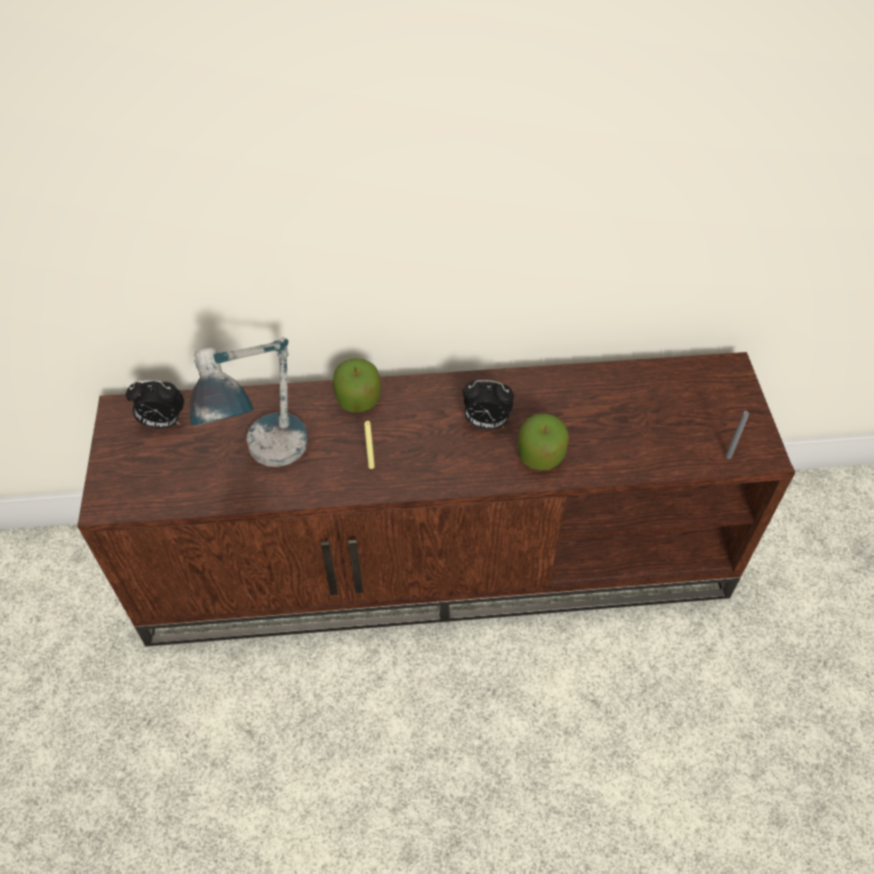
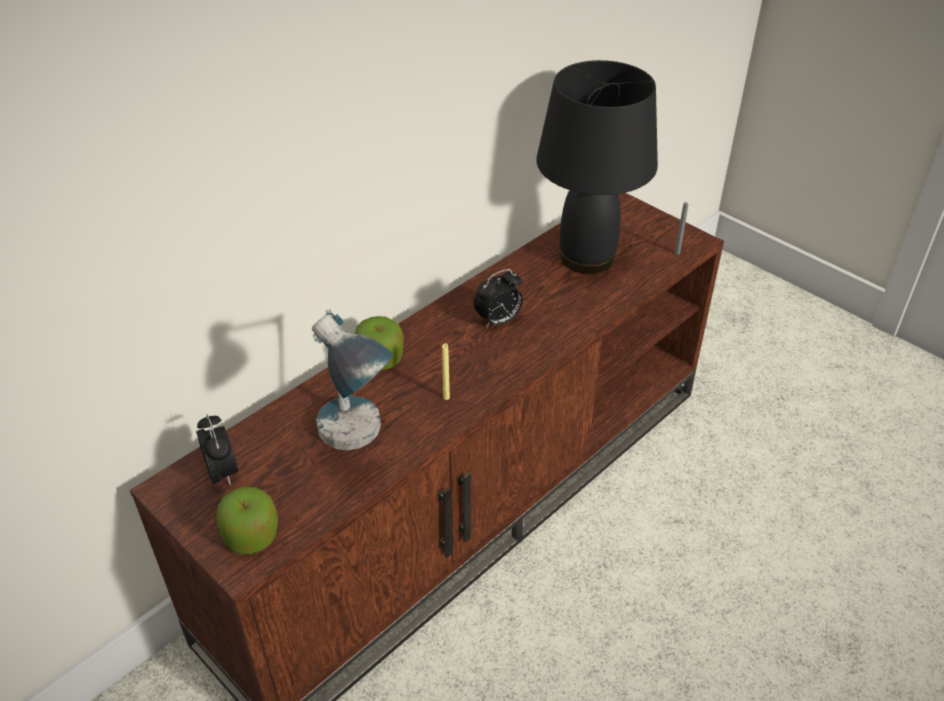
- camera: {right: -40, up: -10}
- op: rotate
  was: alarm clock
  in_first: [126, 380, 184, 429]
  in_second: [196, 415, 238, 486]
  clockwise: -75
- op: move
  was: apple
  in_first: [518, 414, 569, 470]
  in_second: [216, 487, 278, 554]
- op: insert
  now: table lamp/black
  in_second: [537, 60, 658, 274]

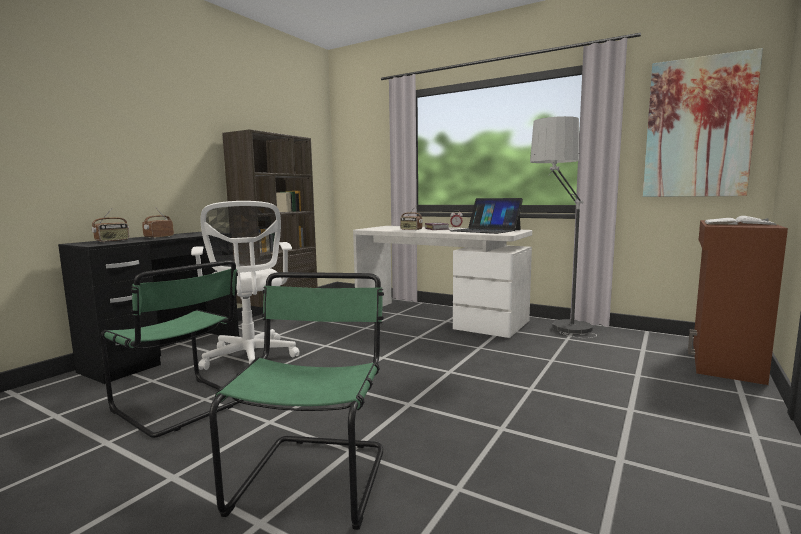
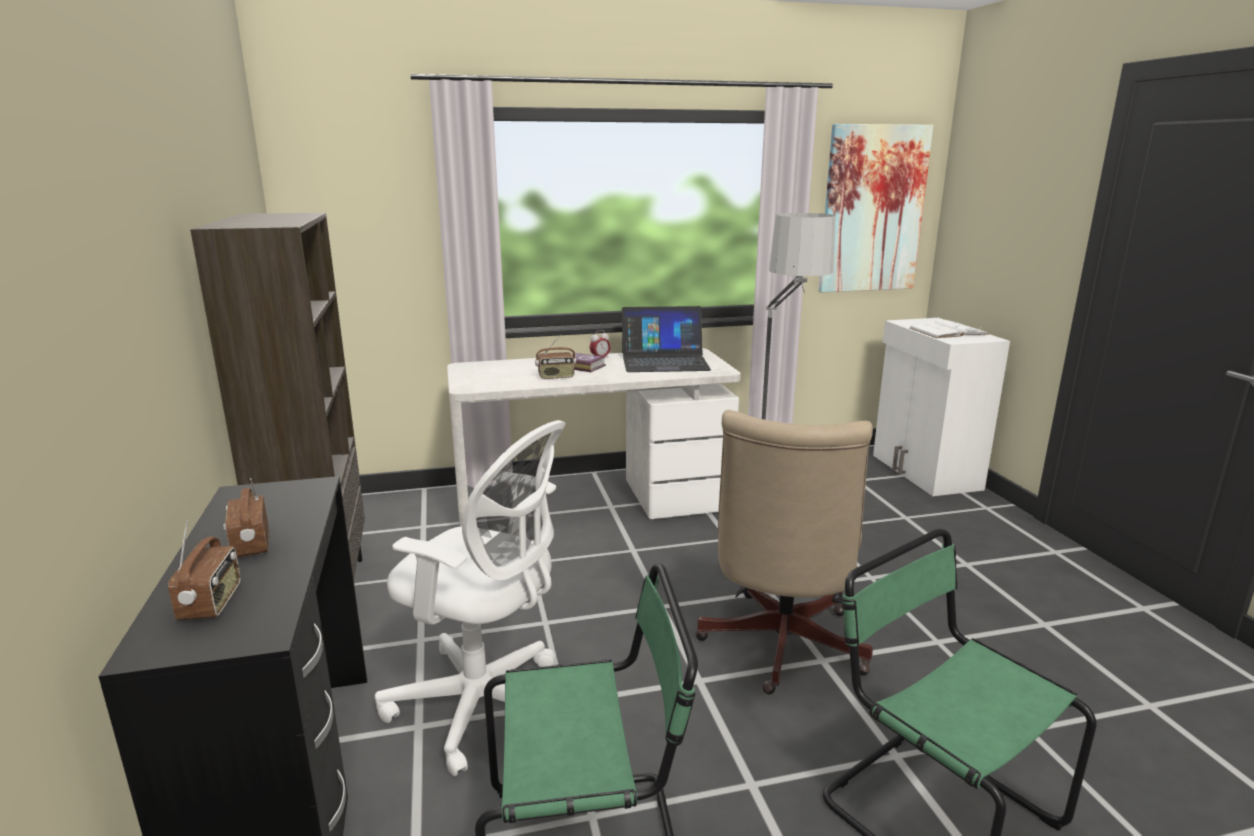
- camera: {right: -45, up: 10}
- op: recolor
  was: cabinet/brown
  now: cabinet/white
  in_first: [688, 220, 788, 385]
  in_second: [873, 318, 1010, 496]
- op: insert
  now: office chair/beige
  in_second: [695, 410, 873, 694]

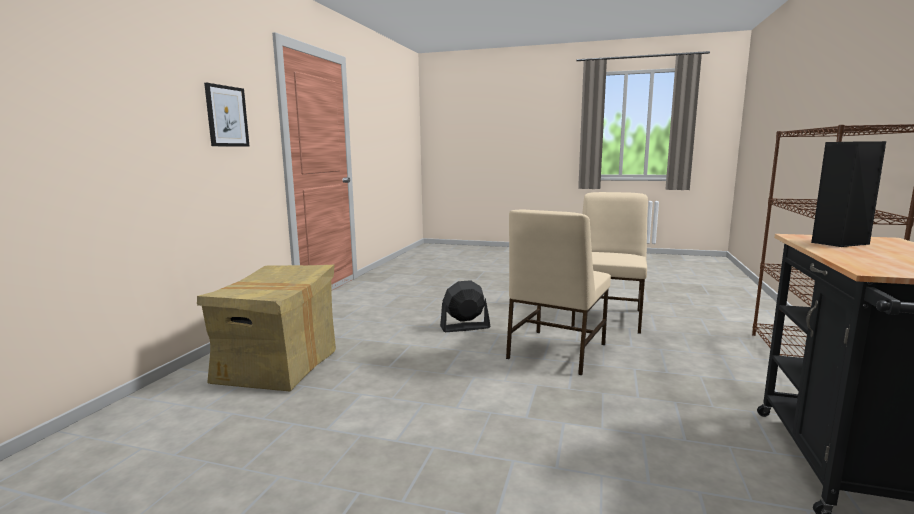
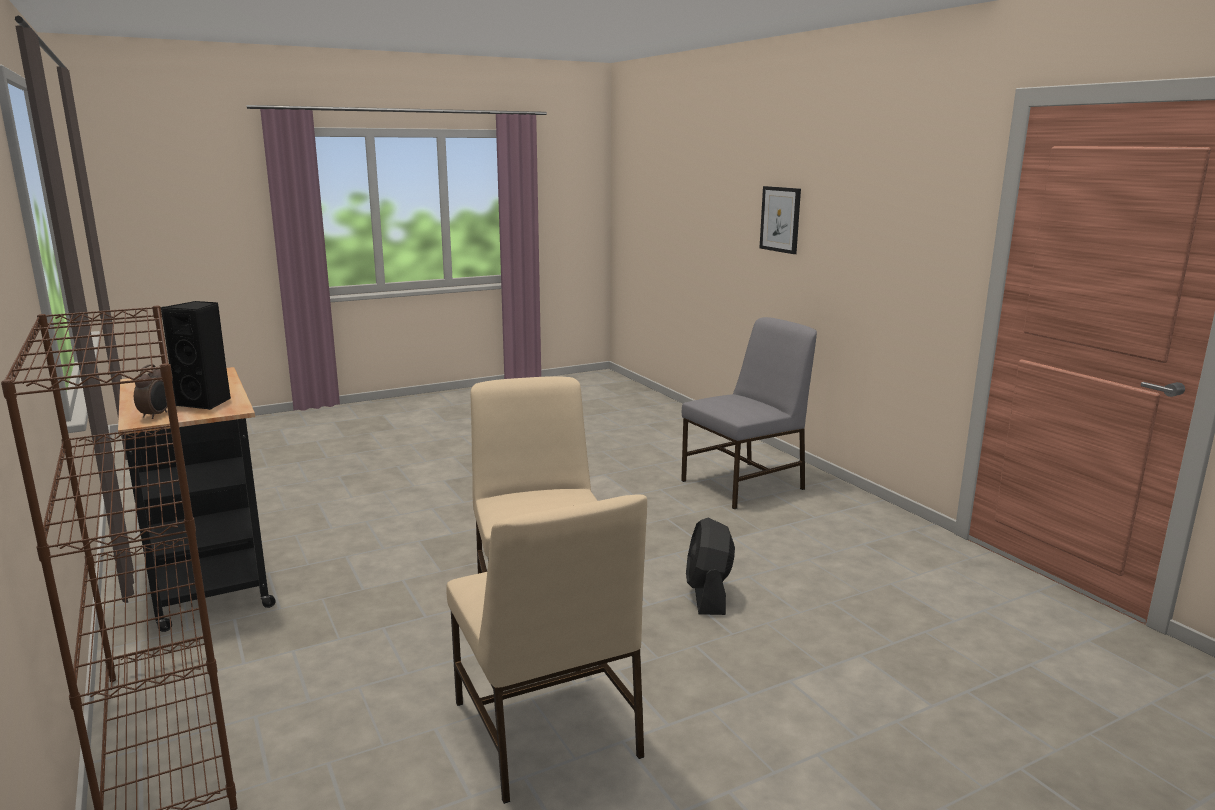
- camera: {right: 135, up: 5}
- op: replace
  was: cardboard box
  now: chair/grey
  in_first: [197, 265, 336, 391]
  in_second: [681, 317, 817, 509]
- op: move
  was: picture
  in_first: [204, 83, 250, 147]
  in_second: [760, 186, 801, 254]
- op: rotate
  was: fan/black
  in_first: [440, 280, 491, 332]
  in_second: [686, 518, 735, 615]
  clockwise: 150
- op: insert
  now: alarm clock
  in_second: [134, 364, 167, 419]

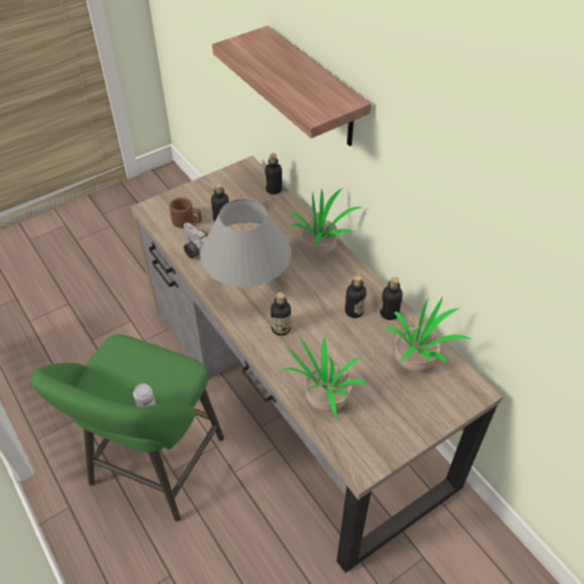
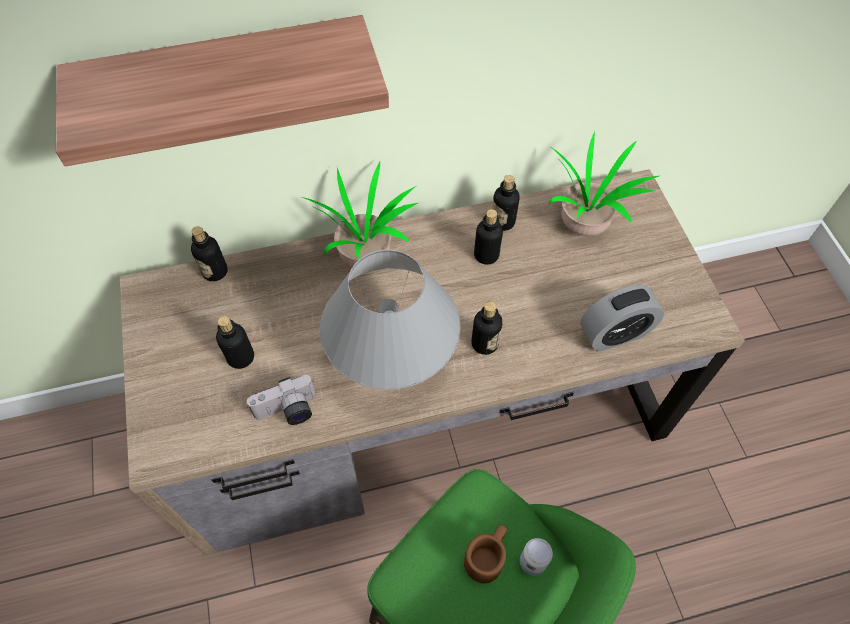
- camera: {right: -70, up: 10}
- op: move
  was: mug/brown
  in_first: [169, 198, 202, 228]
  in_second: [464, 524, 507, 583]
- op: replace
  was: potted plant
  now: alarm clock
  in_first: [280, 336, 368, 421]
  in_second: [580, 285, 664, 351]

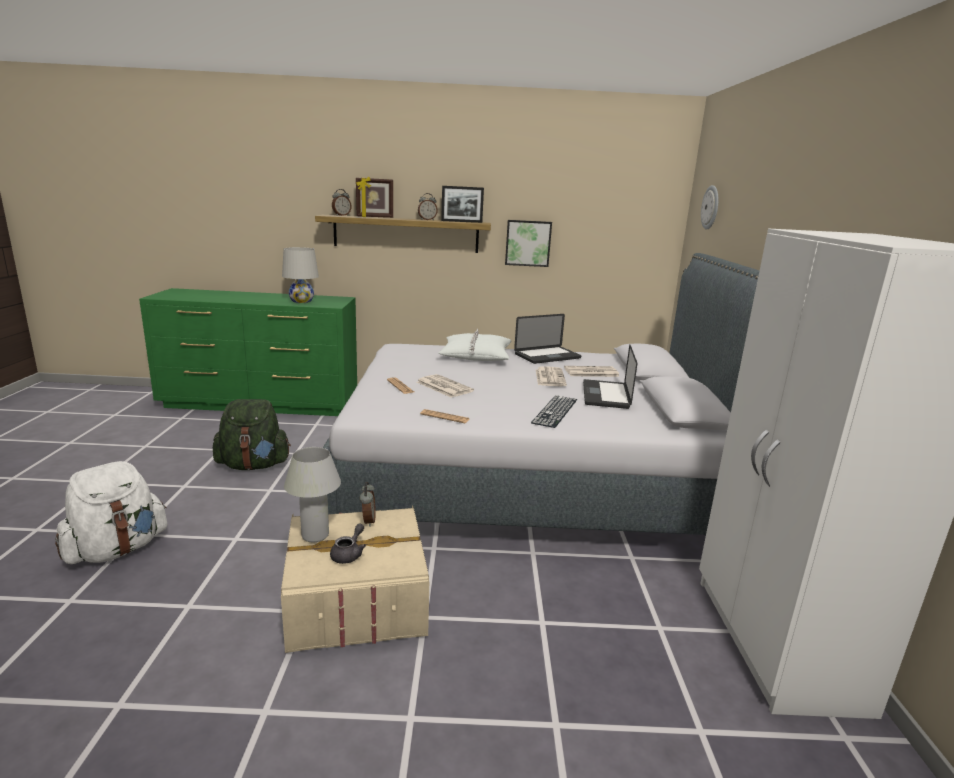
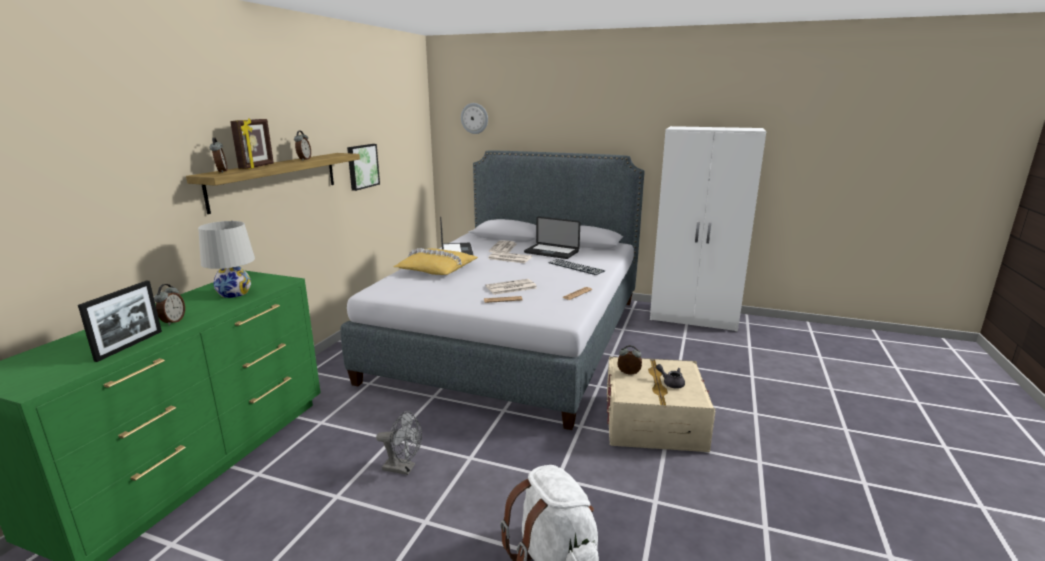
- camera: {right: -70, up: 0}
- op: replace
  was: backpack/green
  now: fan/grey
  in_first: [213, 399, 291, 470]
  in_second: [376, 411, 422, 475]
- op: delete
  was: table lamp/white
  in_first: [284, 447, 341, 542]
- op: recolor
  was: pillow/white
  now: pillow/yellow
  in_first: [438, 329, 511, 361]
  in_second: [394, 248, 478, 275]
- op: move
  was: picture frame
  in_first: [441, 186, 484, 223]
  in_second: [78, 280, 162, 362]
- op: insert
  now: alarm clock
  in_second: [154, 284, 185, 326]

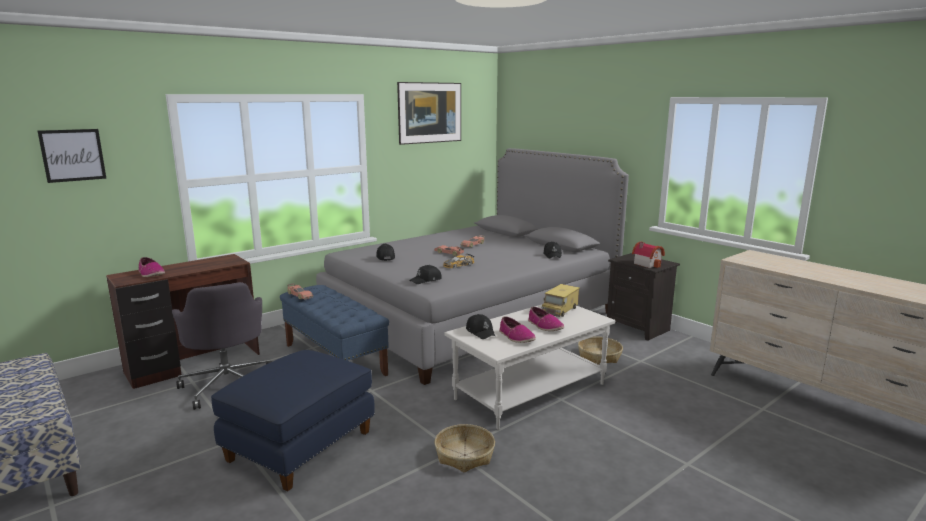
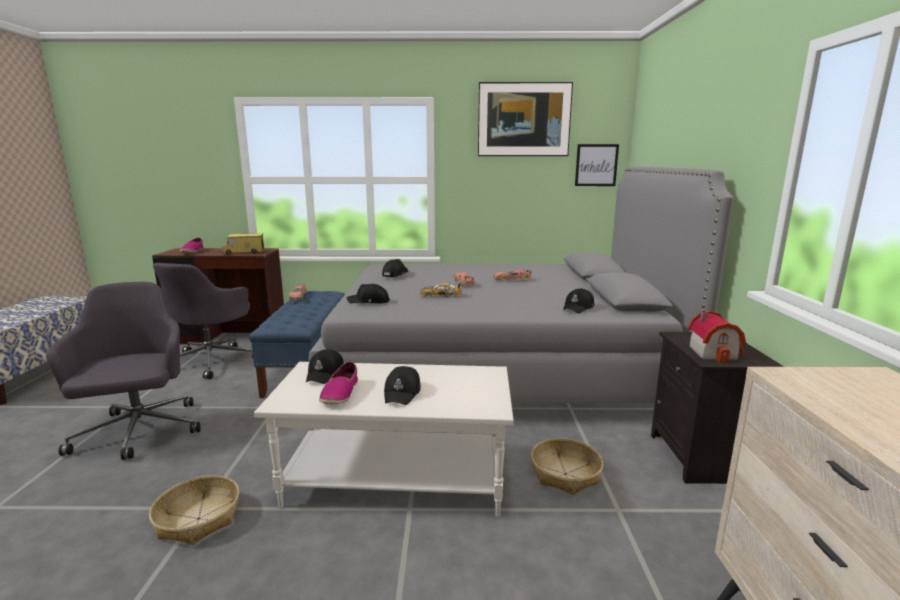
- camera: {right: 40, up: 0}
- op: move
  was: picture
  in_first: [38, 129, 107, 183]
  in_second: [575, 144, 619, 186]
- op: replace
  was: ottoman/blue
  now: office chair/grey
  in_first: [211, 350, 375, 491]
  in_second: [46, 282, 200, 460]
- op: replace
  was: shoe
  now: cap/black
  in_first: [528, 307, 564, 331]
  in_second: [384, 366, 421, 405]
- op: move
  was: toy truck
  in_first: [541, 284, 580, 317]
  in_second: [221, 233, 264, 255]

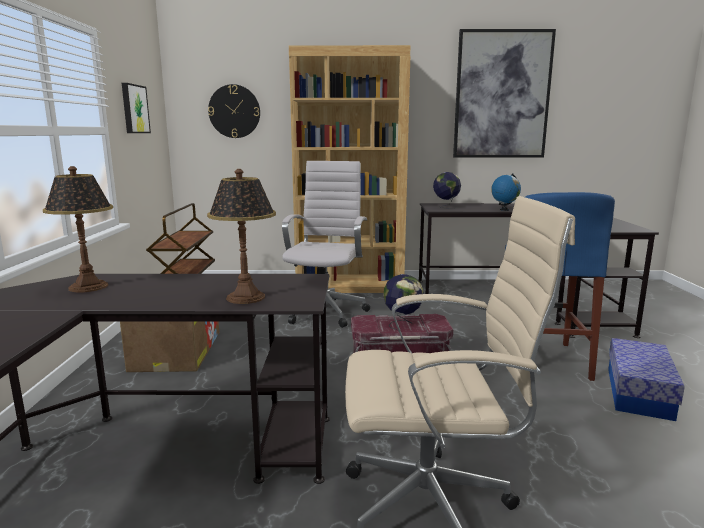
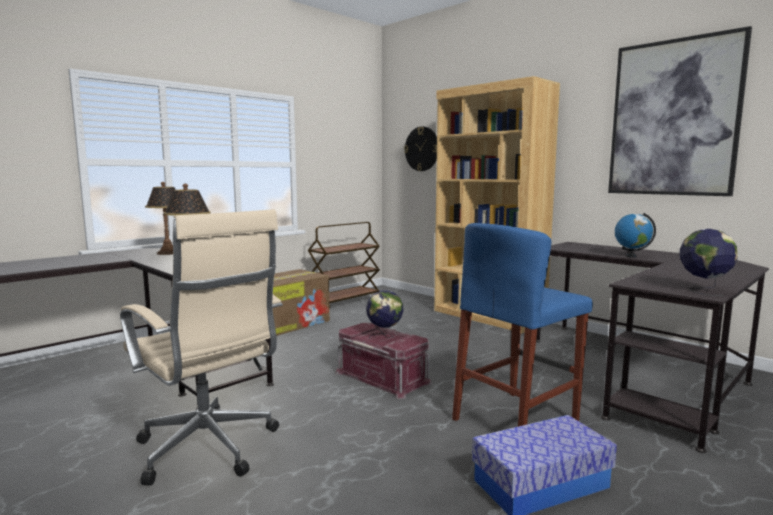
- camera: {right: 45, up: -5}
- op: delete
  was: picture
  in_first: [122, 83, 151, 133]
- op: delete
  was: office chair/white
  in_first: [282, 161, 370, 328]
- op: move
  was: globe
  in_first: [433, 172, 461, 209]
  in_second: [680, 229, 738, 296]

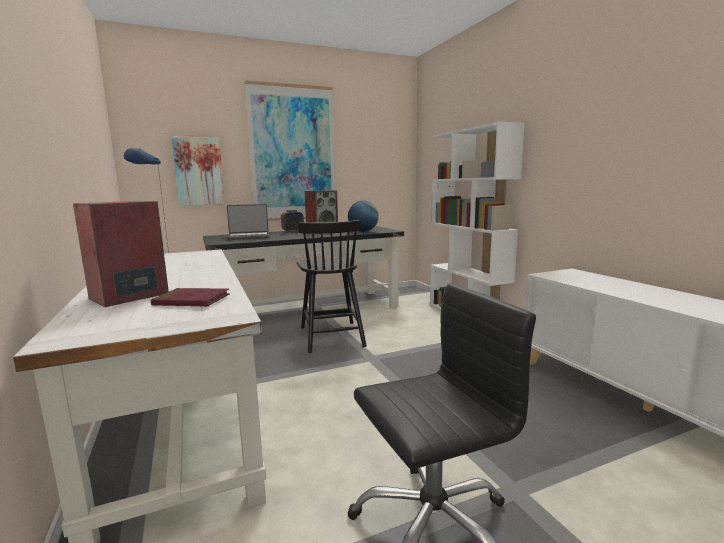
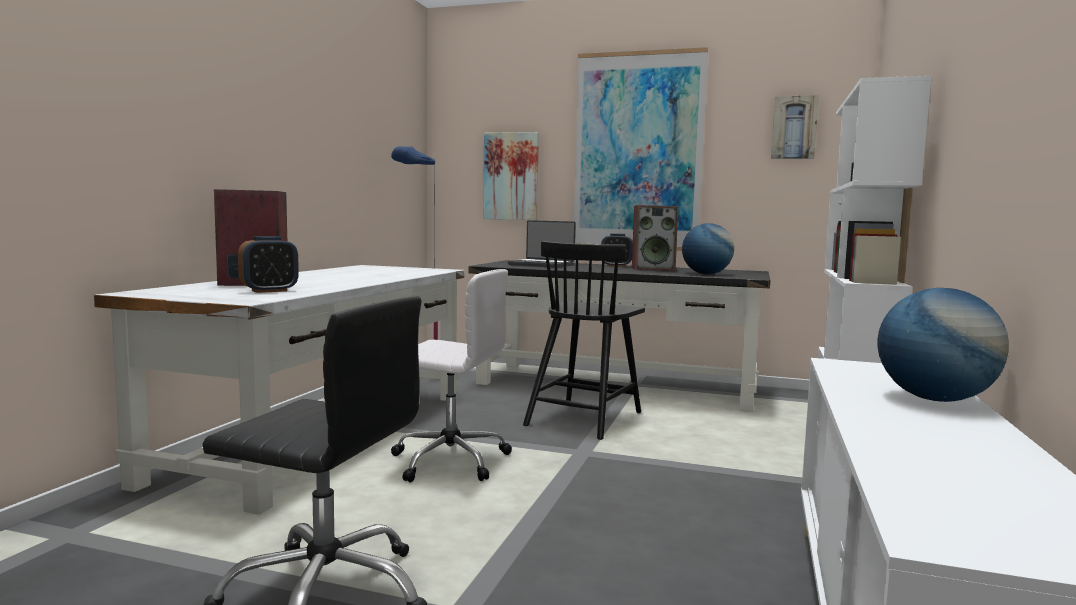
- camera: {right: 40, up: -5}
- op: replace
  was: book/red
  now: alarm clock
  in_first: [151, 288, 230, 307]
  in_second: [238, 236, 299, 293]
- op: insert
  now: office chair/white
  in_second: [391, 269, 512, 482]
- op: insert
  now: picture
  in_second: [771, 95, 819, 159]
- op: insert
  now: globe
  in_second: [878, 288, 1009, 402]

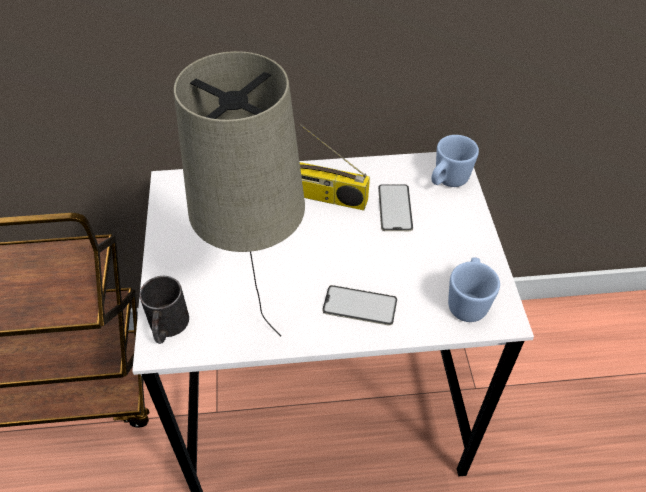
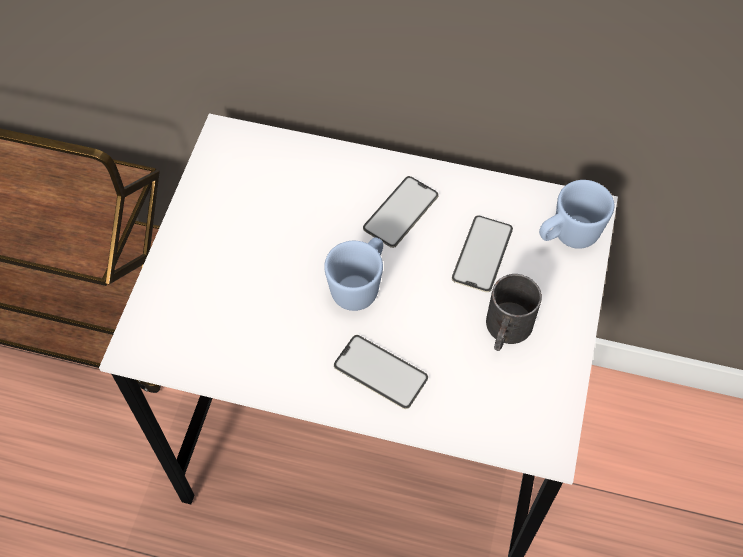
- camera: {right: 20, up: 10}
- op: move
  was: mug/black
  in_first: [139, 276, 189, 344]
  in_second: [486, 274, 542, 351]
- op: delete
  was: table lamp/beige
  in_first: [174, 51, 305, 336]
- op: replace
  was: radio
  now: phone
  in_first: [300, 124, 370, 210]
  in_second: [363, 176, 439, 248]
- op: move
  was: mug/blue
  in_first: [448, 257, 500, 322]
  in_second: [324, 237, 383, 311]

